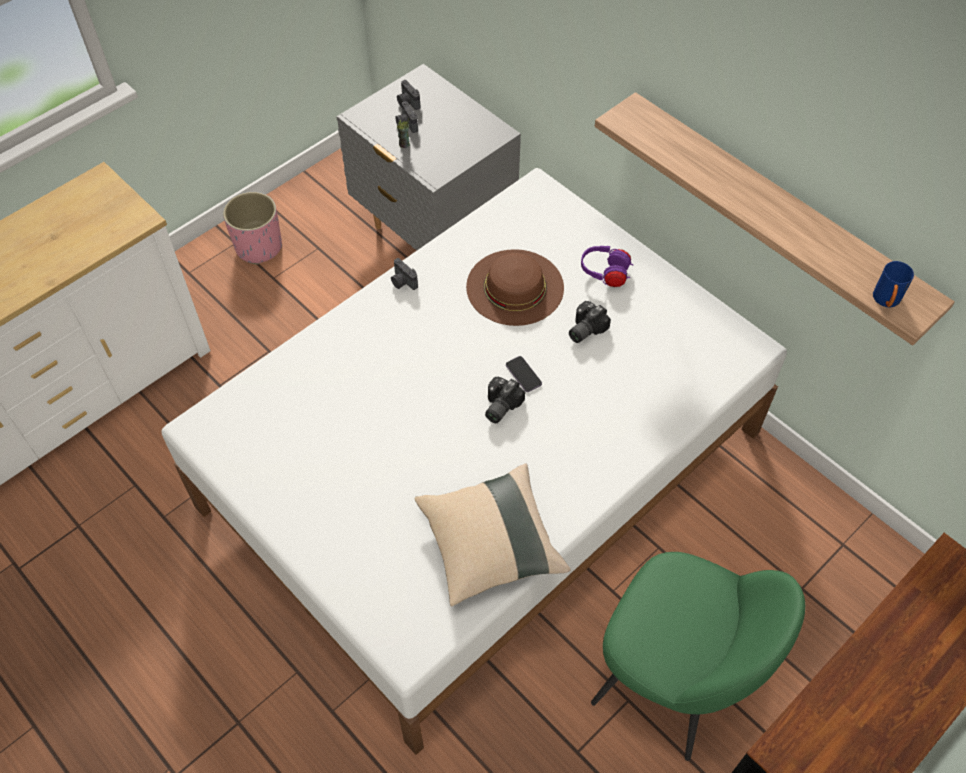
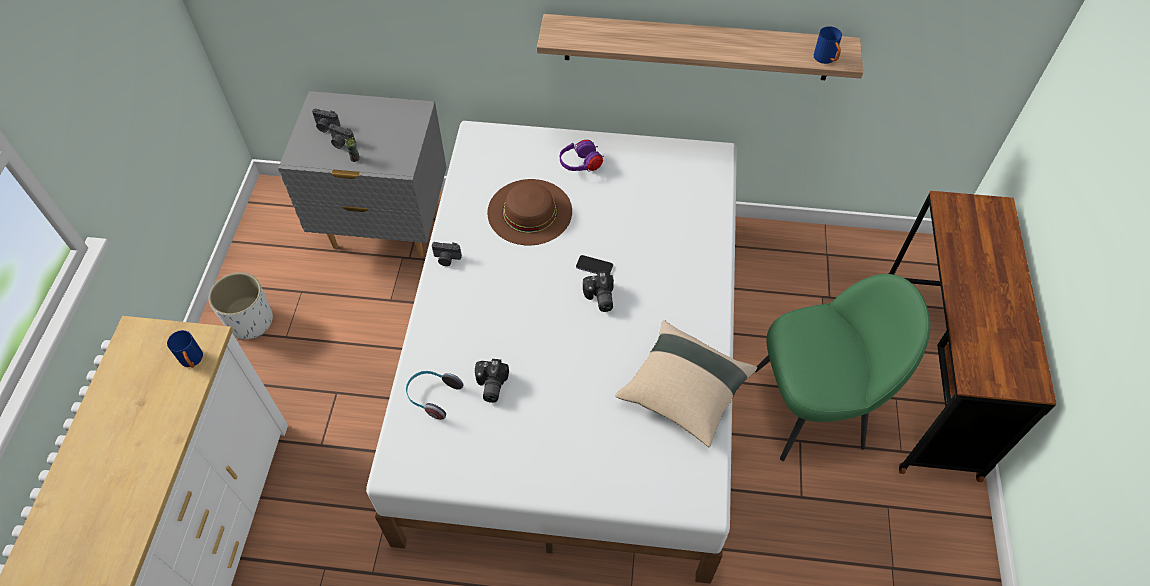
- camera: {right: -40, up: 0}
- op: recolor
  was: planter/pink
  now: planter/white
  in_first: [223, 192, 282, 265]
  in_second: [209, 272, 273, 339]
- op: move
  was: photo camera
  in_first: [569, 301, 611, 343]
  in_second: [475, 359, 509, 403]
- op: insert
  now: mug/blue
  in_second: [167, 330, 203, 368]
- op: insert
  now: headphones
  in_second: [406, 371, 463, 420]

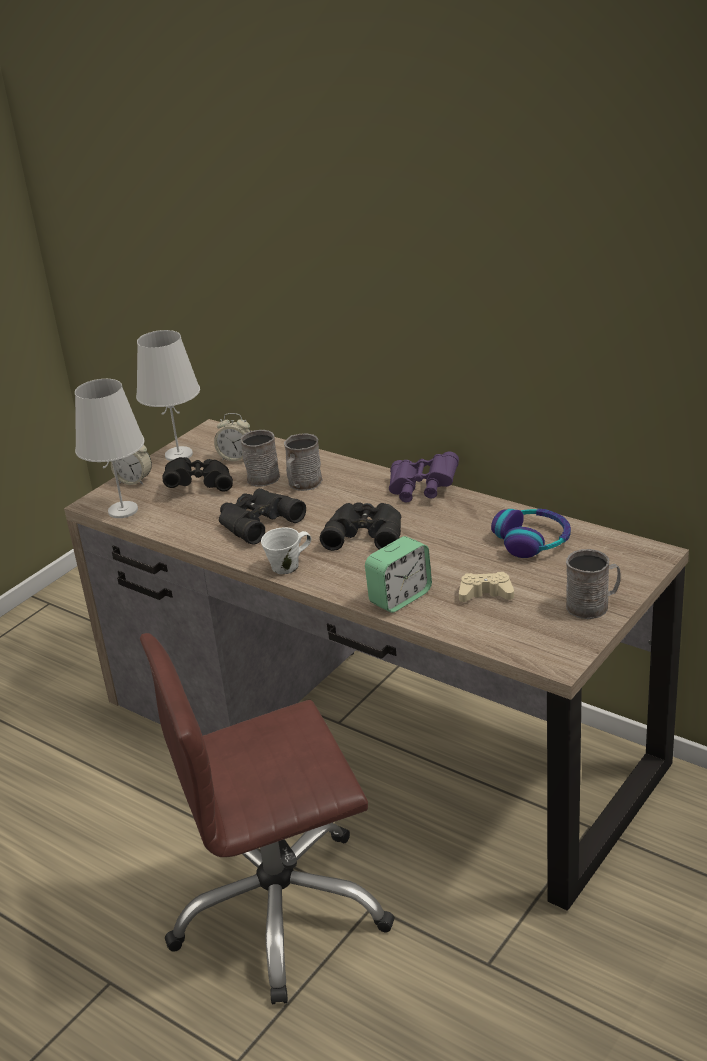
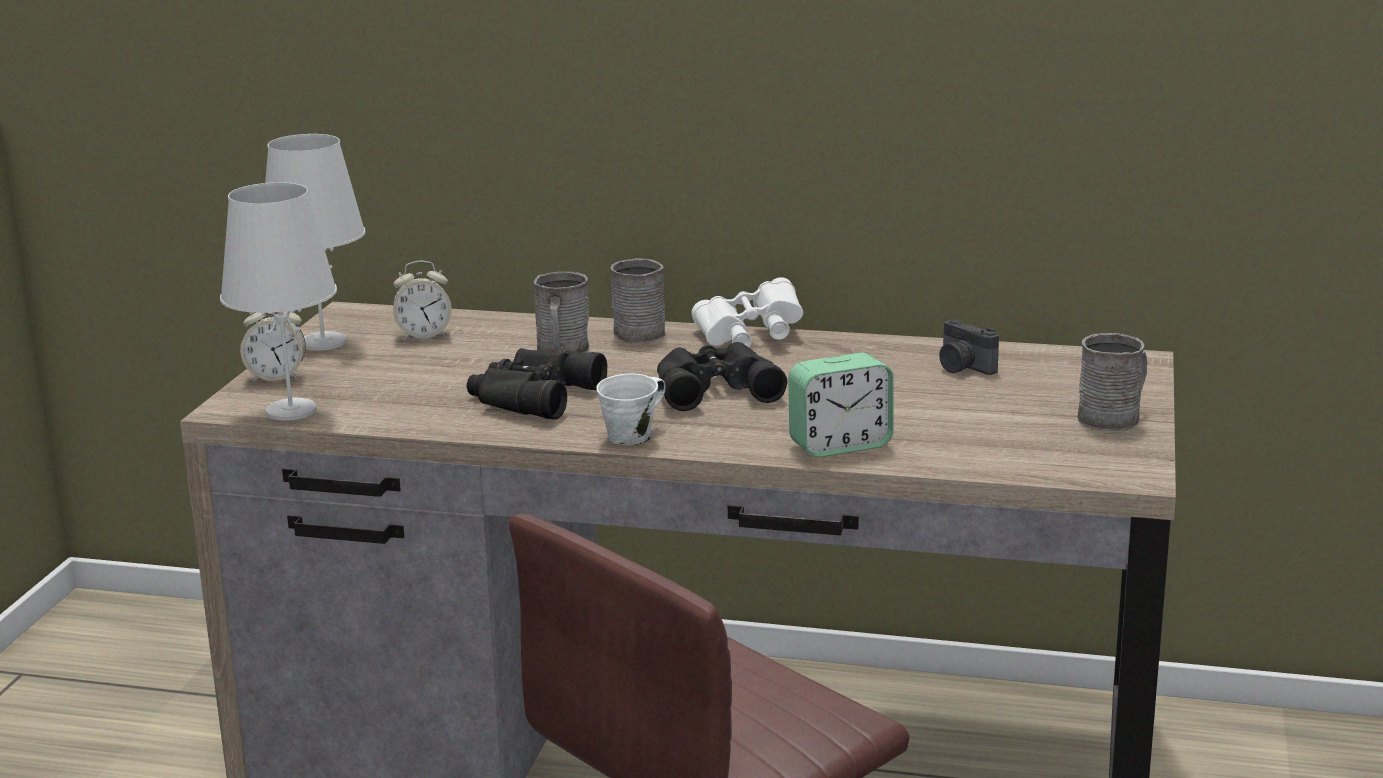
- camera: {right: -25, up: -10}
- op: delete
  was: binoculars/black
  in_first: [162, 457, 233, 492]
- op: move
  was: mug/grey
  in_first: [240, 430, 280, 486]
  in_second: [611, 258, 666, 344]
- op: rotate
  was: alarm clock
  in_first: [365, 536, 432, 613]
  in_second: [788, 353, 894, 457]
  clockwise: 45
- op: recolor
  was: binoculars/purple
  now: binoculars/white
  in_first: [389, 452, 459, 502]
  in_second: [691, 277, 803, 348]
- op: delete
  was: game controller/beige
  in_first: [459, 572, 514, 602]
- op: replace
  was: headphones
  now: photo camera
  in_first: [491, 509, 571, 558]
  in_second: [939, 320, 999, 375]

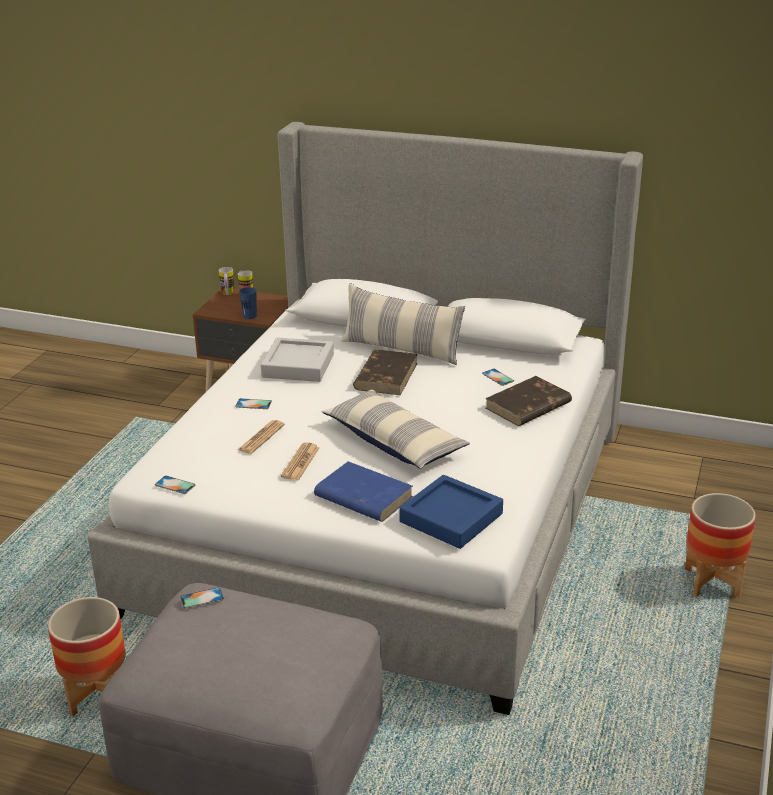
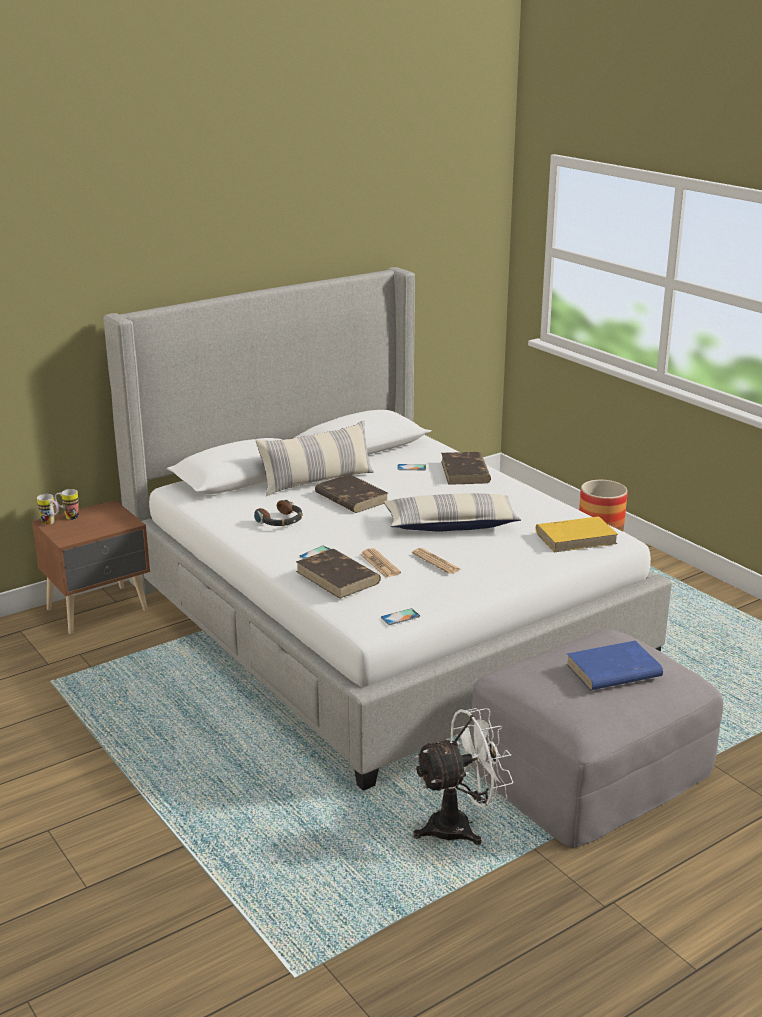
- camera: {right: -55, up: -5}
- op: replace
  was: planter
  now: fan/white
  in_first: [48, 597, 126, 716]
  in_second: [413, 708, 513, 845]
- op: delete
  was: phone
  in_first: [180, 587, 224, 608]
- op: delete
  was: cup/blue
  in_first: [239, 287, 257, 319]
- op: replace
  was: tray/grey
  now: headphones
  in_first: [261, 337, 334, 382]
  in_second: [254, 500, 303, 526]
- op: move
  was: book/blue
  in_first: [314, 461, 413, 522]
  in_second: [566, 641, 663, 690]
- op: replace
  was: tray/blue
  now: book/yellow
  in_first: [399, 475, 503, 549]
  in_second: [535, 516, 618, 552]
- op: insert
  now: book/brown
  in_second: [296, 549, 381, 599]

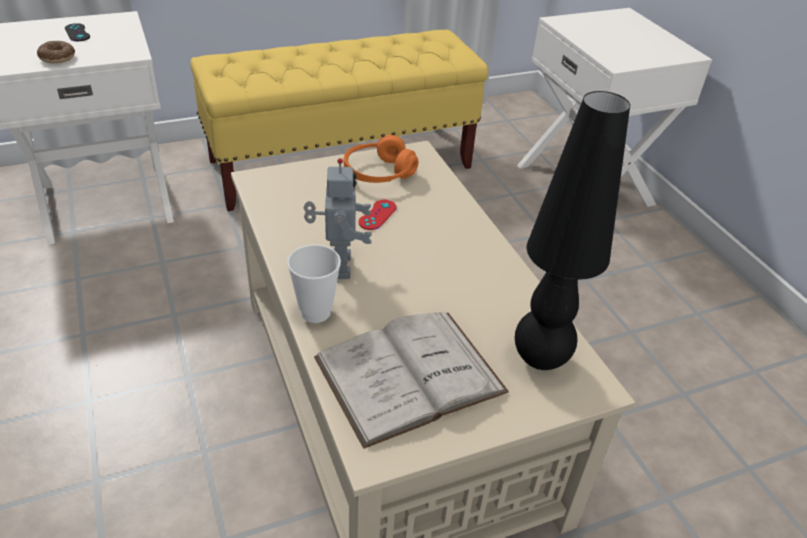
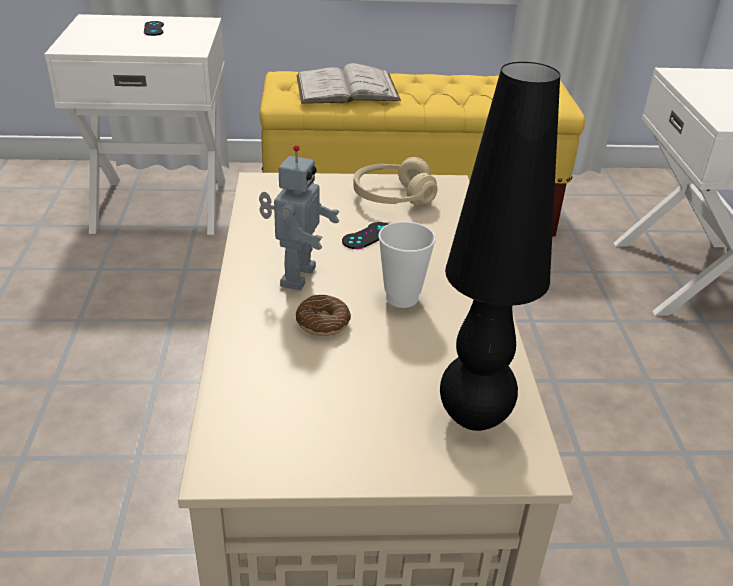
- camera: {right: 20, up: -5}
- op: move
  was: donut
  in_first: [37, 41, 75, 64]
  in_second: [296, 295, 351, 336]
- op: move
  was: cup
  in_first: [287, 245, 341, 323]
  in_second: [378, 221, 436, 308]
- op: move
  was: book/white
  in_first: [314, 312, 509, 449]
  in_second: [296, 63, 401, 104]
- op: recolor
  was: headphones/orange
  now: headphones/beige
  in_first: [344, 135, 418, 183]
  in_second: [353, 157, 437, 207]
- op: recolor
  was: game controller/red
  now: game controller/black
  in_first: [358, 200, 397, 230]
  in_second: [342, 222, 388, 249]

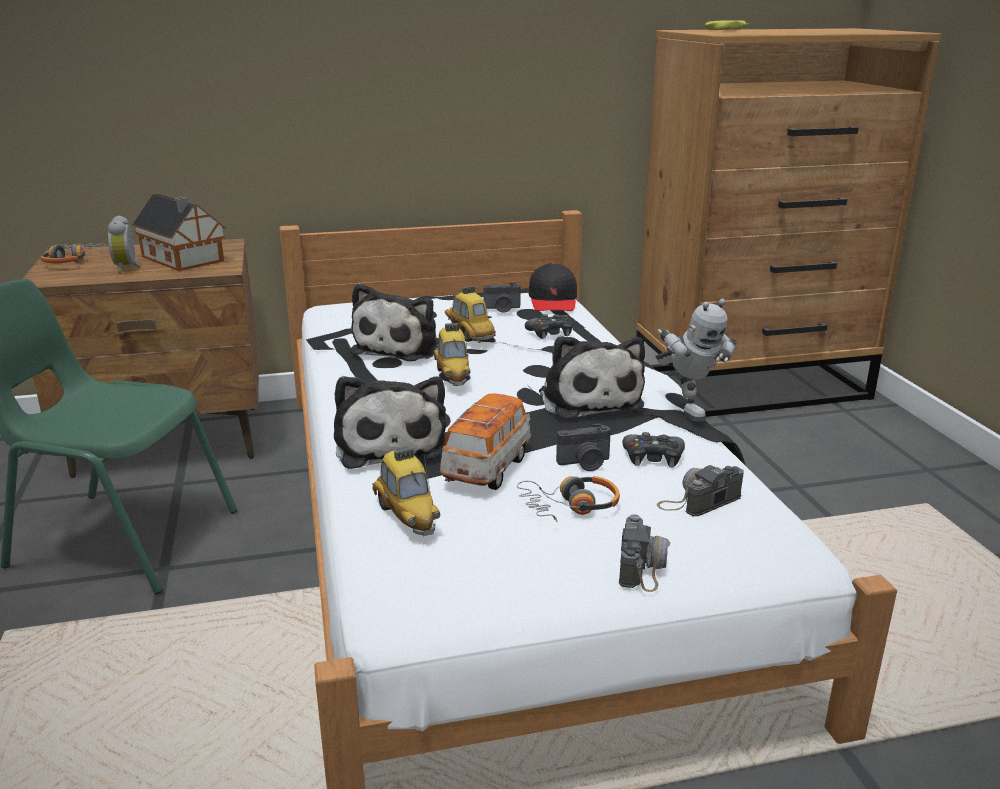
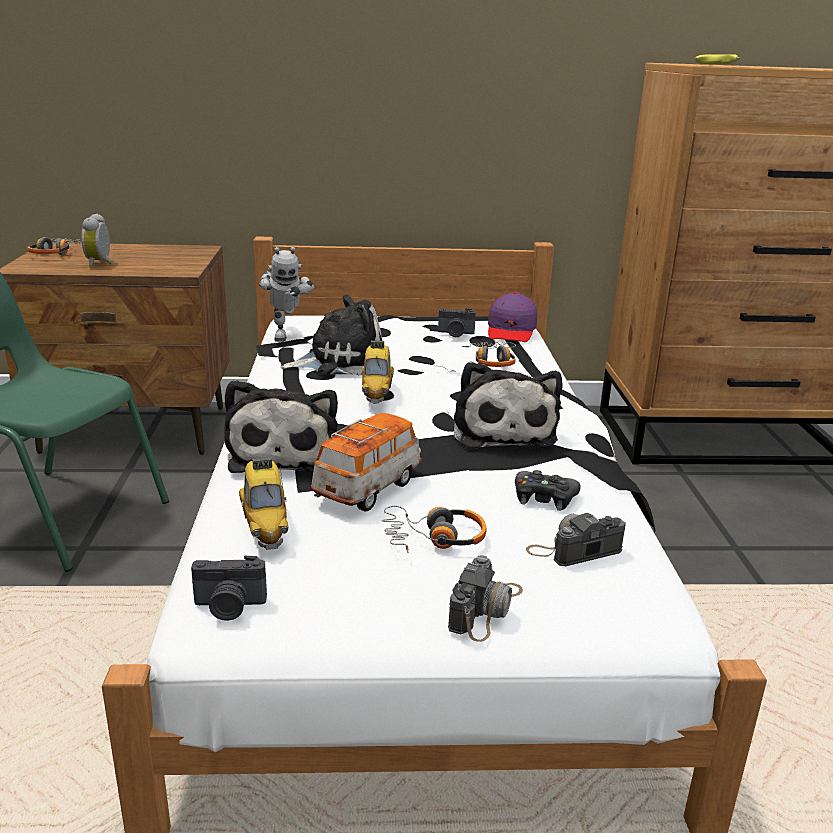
- camera: {right: 10, up: 0}
- op: delete
  was: toy house
  in_first: [132, 194, 226, 271]
- op: rotate
  was: plush toy
  in_first: [350, 283, 439, 361]
  in_second: [280, 294, 383, 376]
  clockwise: -135
- op: delete
  was: toy car
  in_first: [445, 286, 496, 343]
- op: replace
  was: game controller/black
  now: headphones
  in_first: [525, 314, 572, 339]
  in_second: [462, 342, 516, 367]
- op: recolor
  was: cap/black
  now: cap/purple
  in_first: [529, 262, 577, 311]
  in_second: [488, 292, 537, 342]
- op: move
  was: photo camera
  in_first: [556, 423, 611, 471]
  in_second: [191, 556, 267, 621]
- op: move
  was: toy robot
  in_first: [655, 299, 736, 422]
  in_second: [259, 247, 315, 342]

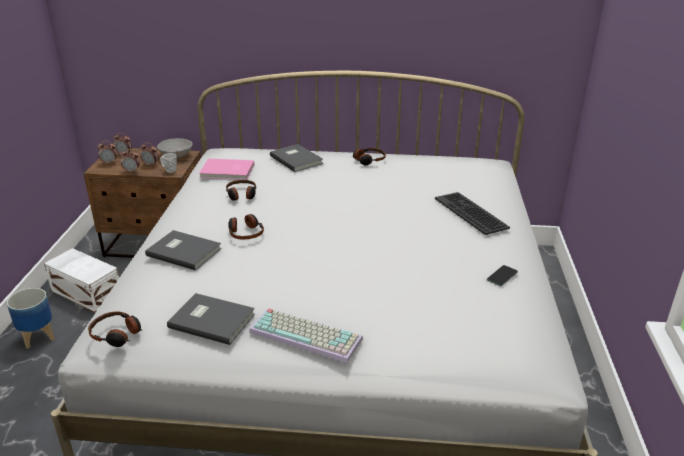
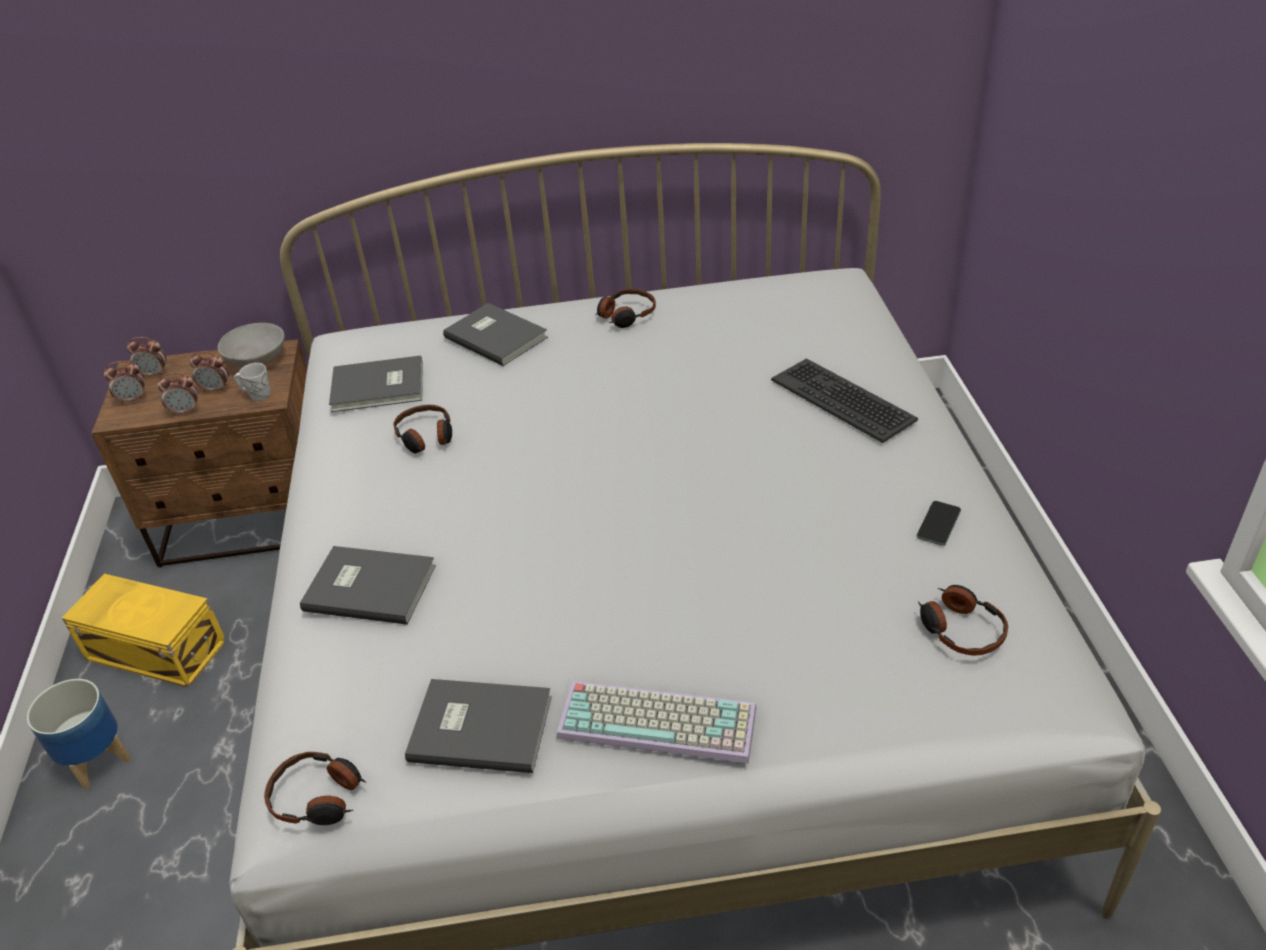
- camera: {right: -10, up: 10}
- op: recolor
  was: storage box/white
  now: storage box/yellow
  in_first: [44, 248, 119, 313]
  in_second: [62, 574, 226, 688]
- op: recolor
  was: book/pink
  now: book/grey
  in_first: [199, 159, 254, 180]
  in_second: [329, 355, 423, 412]
- op: move
  was: headphones
  in_first: [228, 214, 264, 240]
  in_second: [918, 585, 1008, 656]

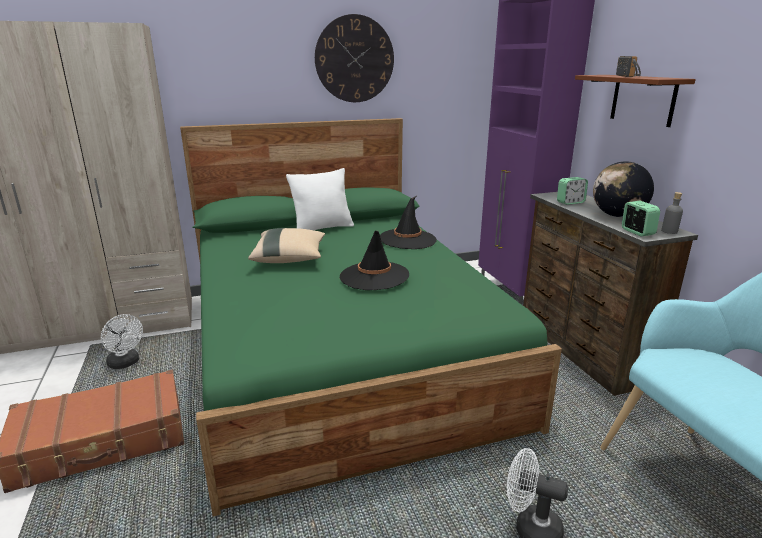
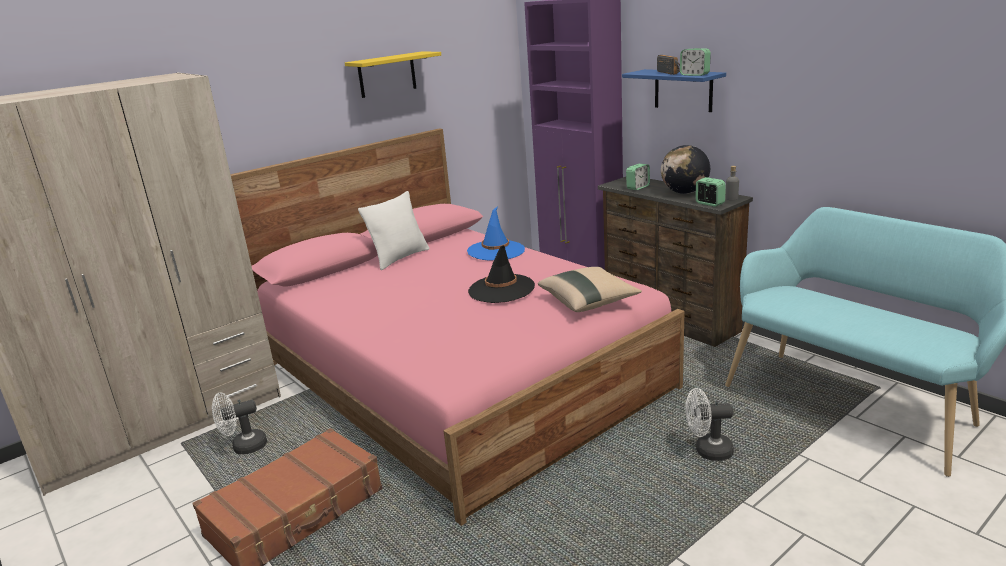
- camera: {right: -20, up: 0}
- op: rotate
  was: fan/white
  in_first: [101, 314, 143, 369]
  in_second: [212, 393, 267, 454]
  clockwise: 135
- op: recolor
  was: bed/green
  now: bed/pink
  in_first: [180, 118, 562, 517]
  in_second: [231, 128, 685, 526]
- op: move
  was: pillow/beige
  in_first: [248, 228, 325, 263]
  in_second: [538, 267, 642, 312]
- op: replace
  was: wall clock
  now: shelf/yellow
  in_first: [315, 14, 394, 102]
  in_second: [345, 51, 441, 98]
- op: recolor
  was: hat/black
  now: hat/blue
  in_first: [380, 196, 437, 249]
  in_second: [467, 206, 525, 260]
- op: recolor
  was: shelf/brown
  now: shelf/blue
  in_first: [575, 75, 696, 127]
  in_second: [622, 69, 726, 112]
- op: insert
  now: alarm clock
  in_second: [680, 48, 711, 76]

